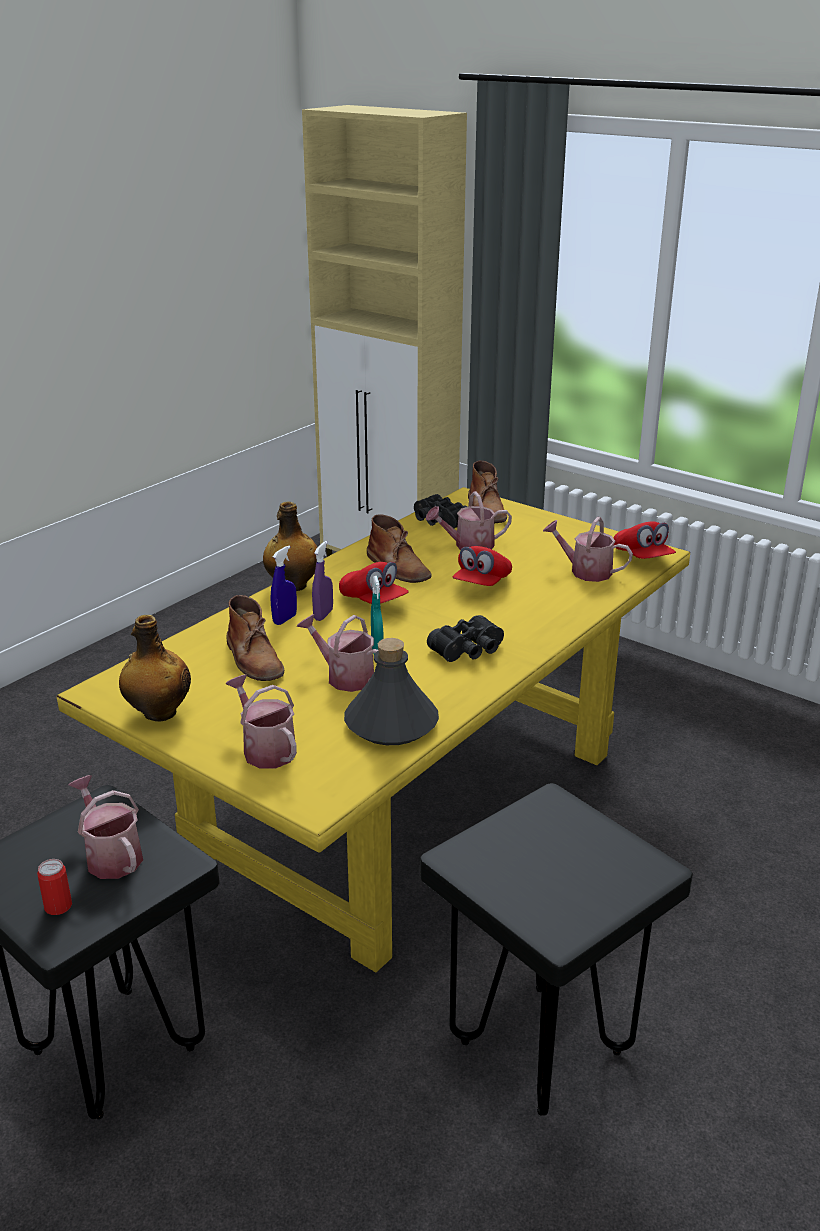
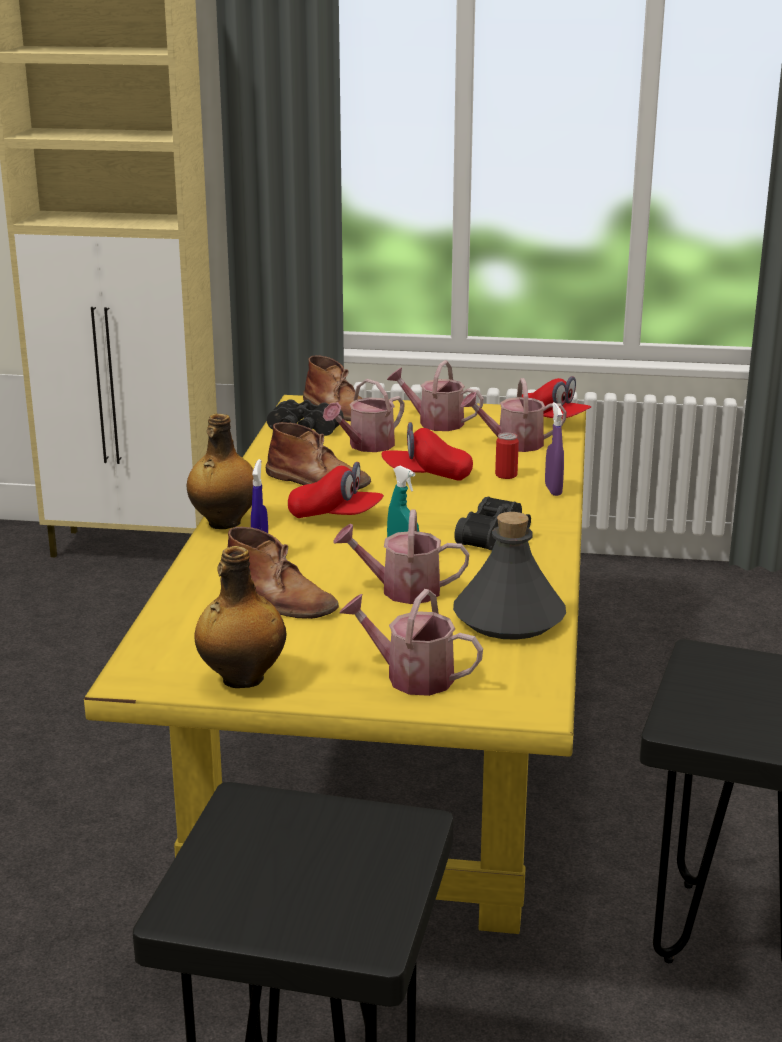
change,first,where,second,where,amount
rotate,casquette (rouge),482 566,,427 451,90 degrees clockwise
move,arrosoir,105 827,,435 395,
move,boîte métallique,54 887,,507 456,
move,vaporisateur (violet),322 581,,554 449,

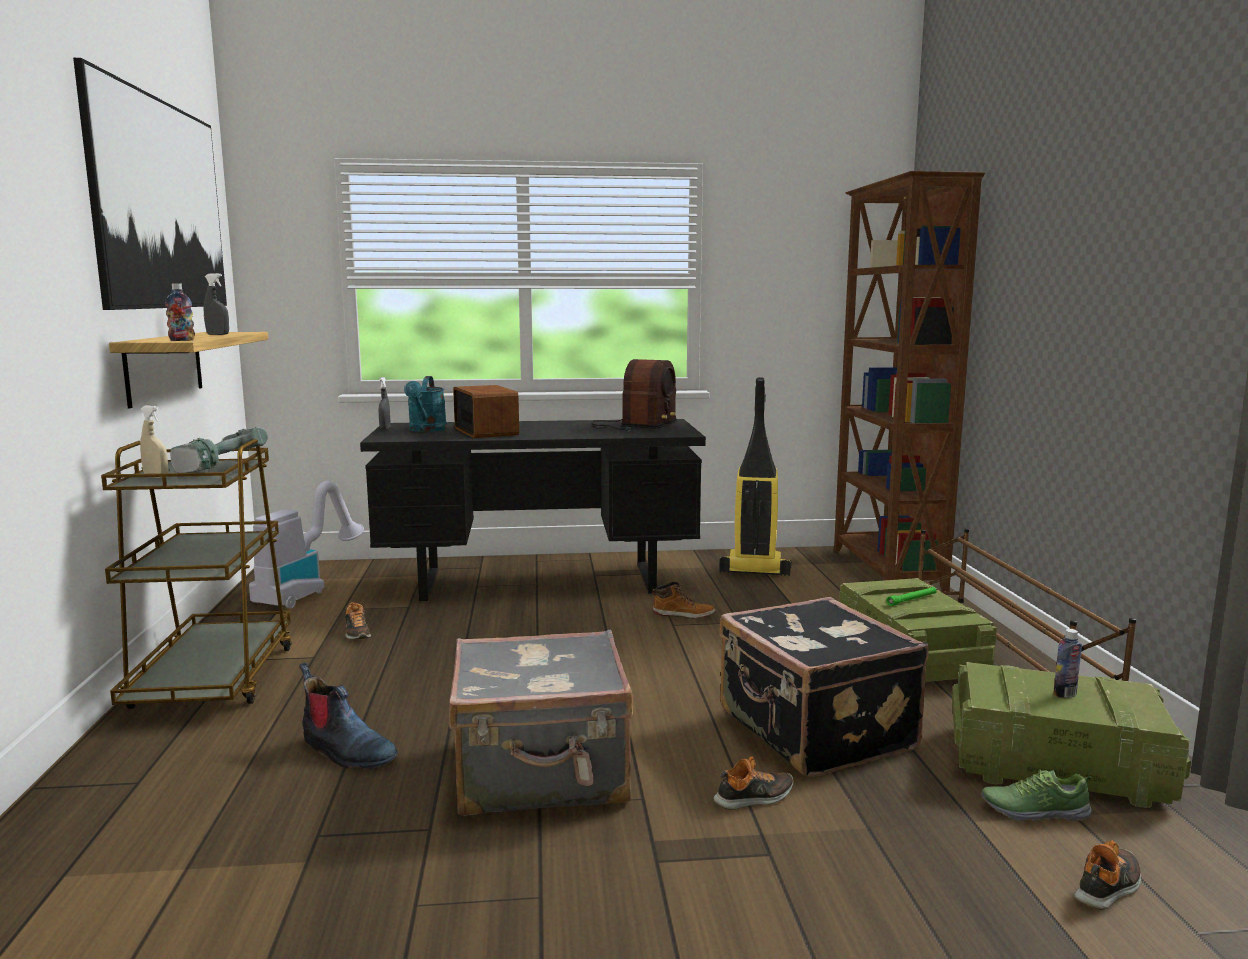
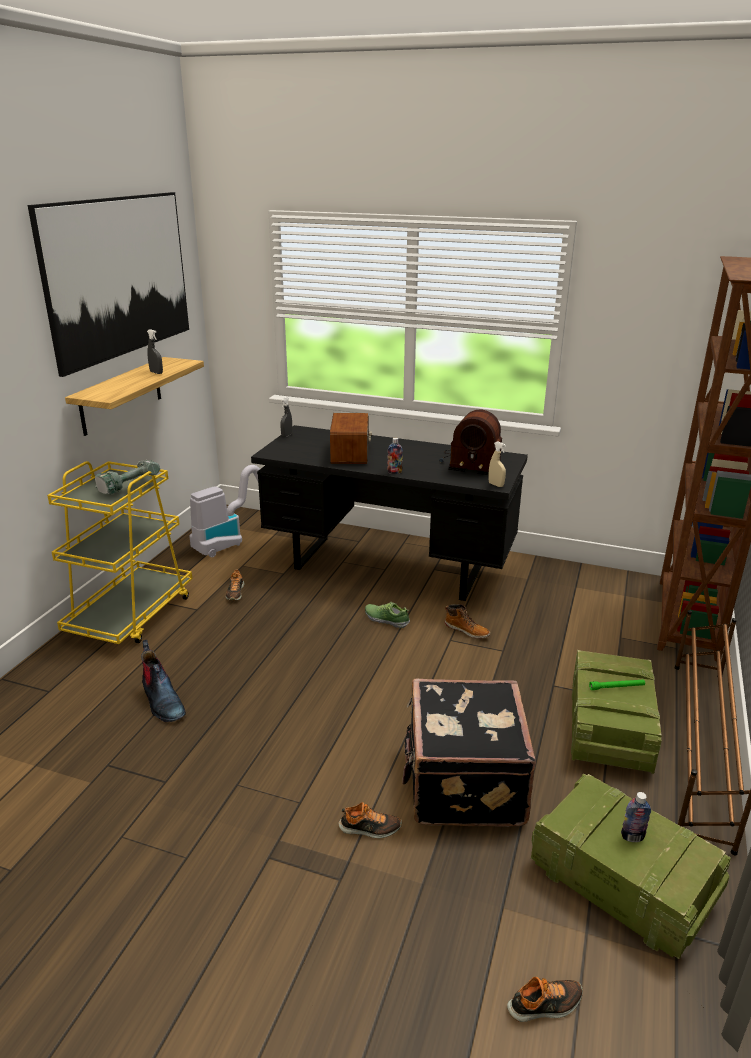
change,first,where,second,where,amount
recolor,chariot (marron),196 574,chariot (jaune),120 552,
move,chaussure,1037 795,,387 615,
move,bouteille,180 312,,395 456,
rotate,radio,634 395,,470 442,60 degrees clockwise
move,vaporisateur (beige),154 442,,497 464,
delete,arrosoir (turquoise),425 404,,,
delete,valise (gris),541 722,,,
delete,aspirateur,755 476,,,

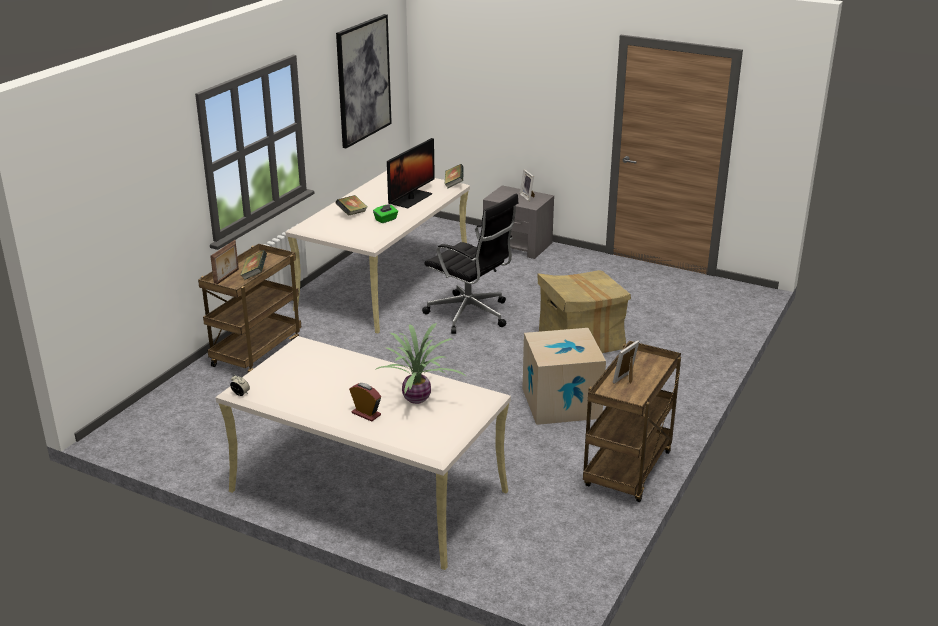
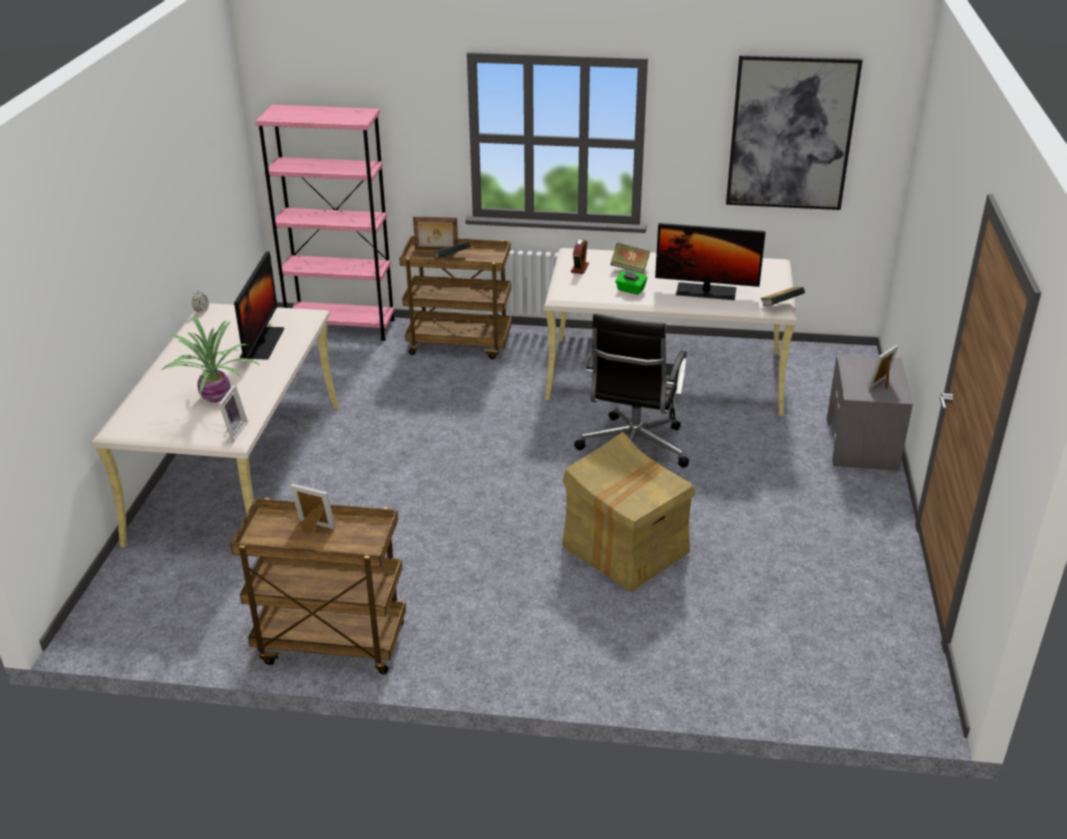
change,first,where,second,where,amount
insert,,,cadre photo,233 413,
insert,,,écran d'ordinateur,259 305,
insert,,,bibliothèque (rose),325 223,
move,réveil,365 402,,580 256,
delete,carton,564 376,,,

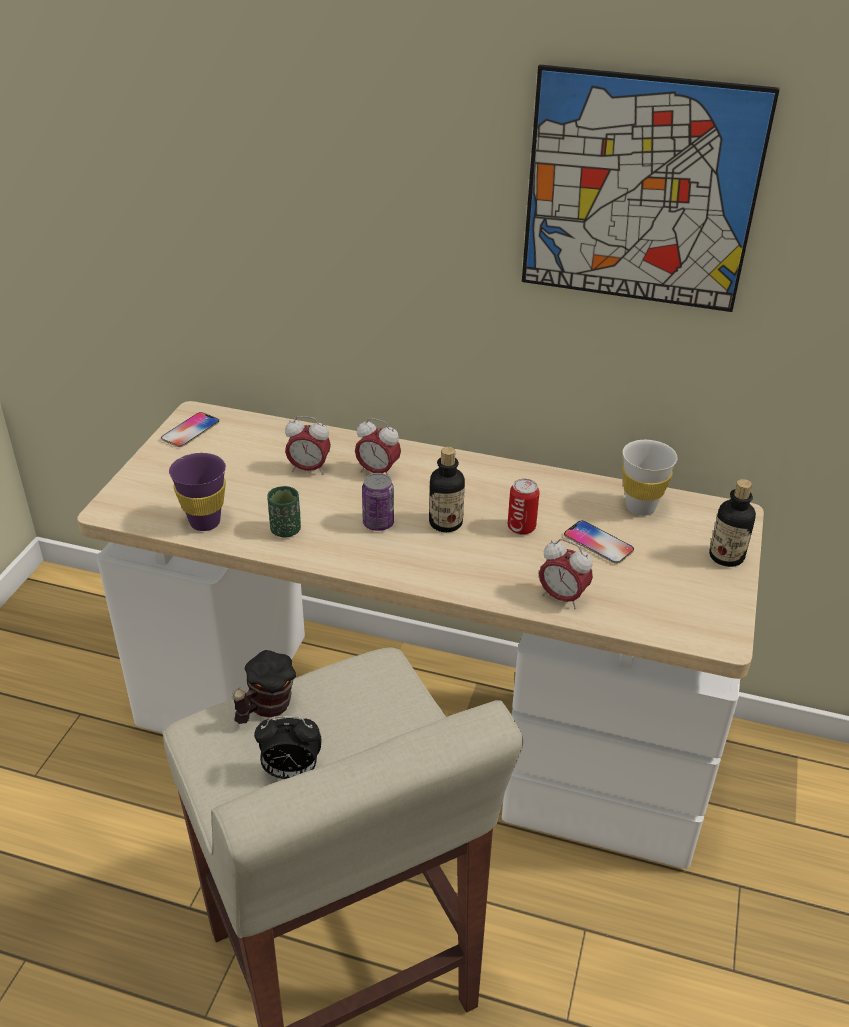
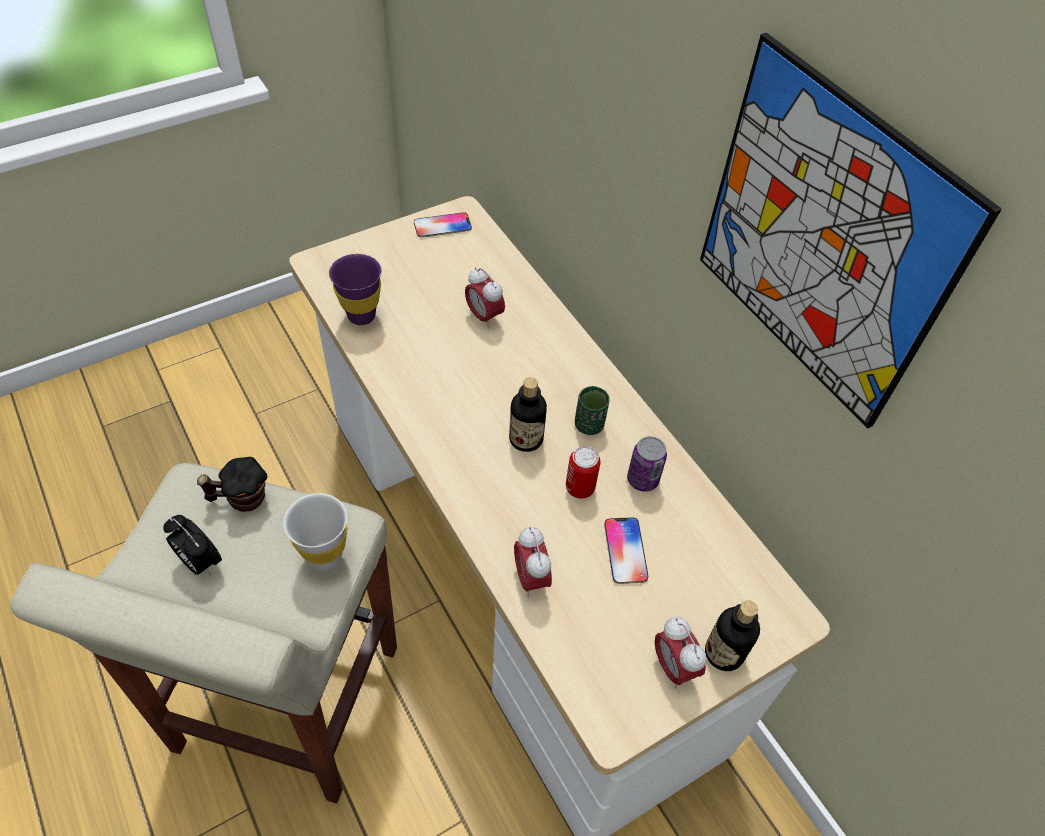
change,first,where,second,where,amount
move,tasse (blanc),650 478,,316 532,
move,tasse (vert),284 512,,592 410,
move,boîte métallique,378 502,,647 464,
move,réveil,378 446,,681 653,

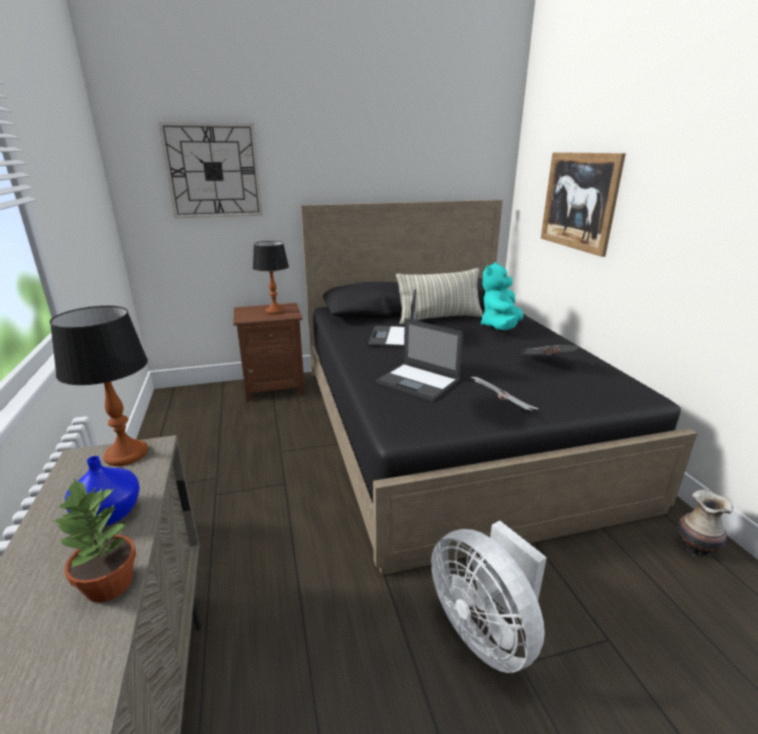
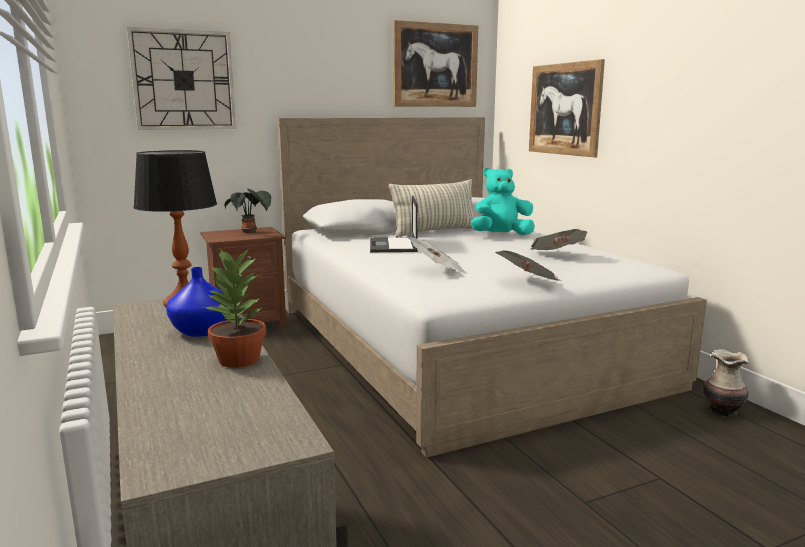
change,first,where,second,where,amount
replace,lampe de table,271 277,plante en pot,247 210,
recolor,lit (noir),499 387,lit (blanc),492 287,
insert,,,tableau,435 63,
replace,ordinateur portable,419 359,journal,436 255,
rotate,peluche (turquoise),502 296,,503 201,60 degrees clockwise
delete,ventilateur (blanc),489 596,,,

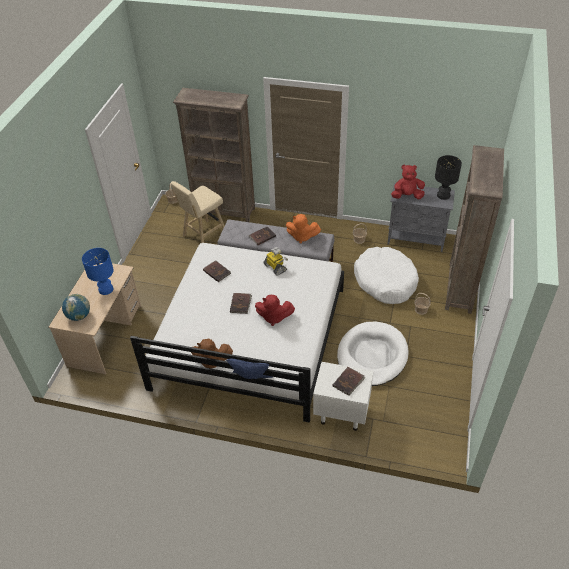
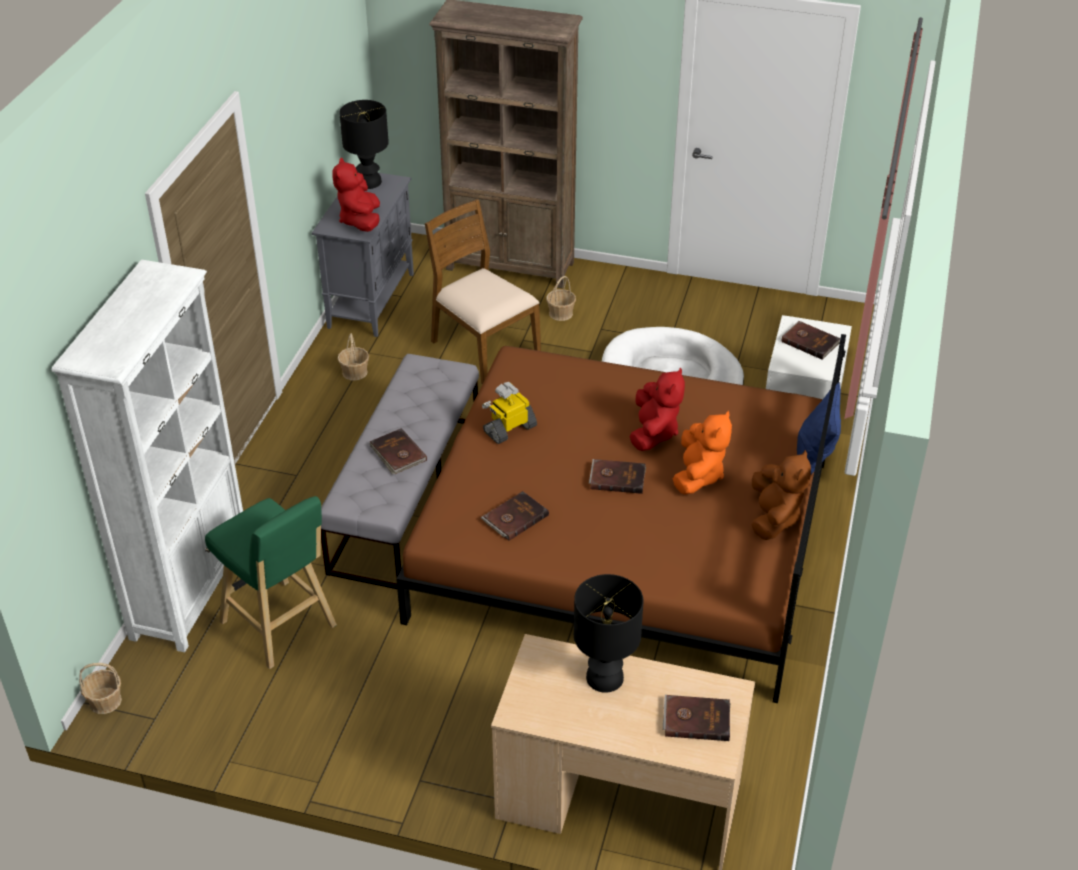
change,first,where,second,where,amount
recolor,bibliothèque (marron),214 155,bibliothèque (blanc),147 456,
recolor,tabouret (beige),198 212,tabouret (vert),271 582,
recolor,lit (blanc),237 333,lit (marron),621 518,
replace,panier pour chien (blanc),386 275,chaise (marron),483 291,
recolor,lampe de table (bleu),98 271,lampe de table (noir),608 633,
replace,globe,76 307,livre (marron),696 718,
move,peluche (orange),303 229,,702 453,

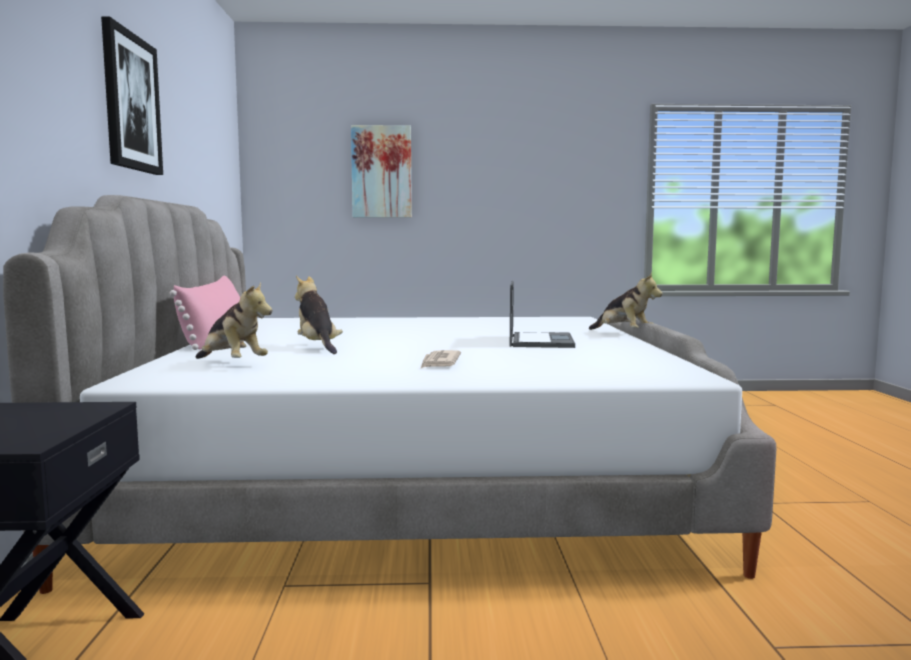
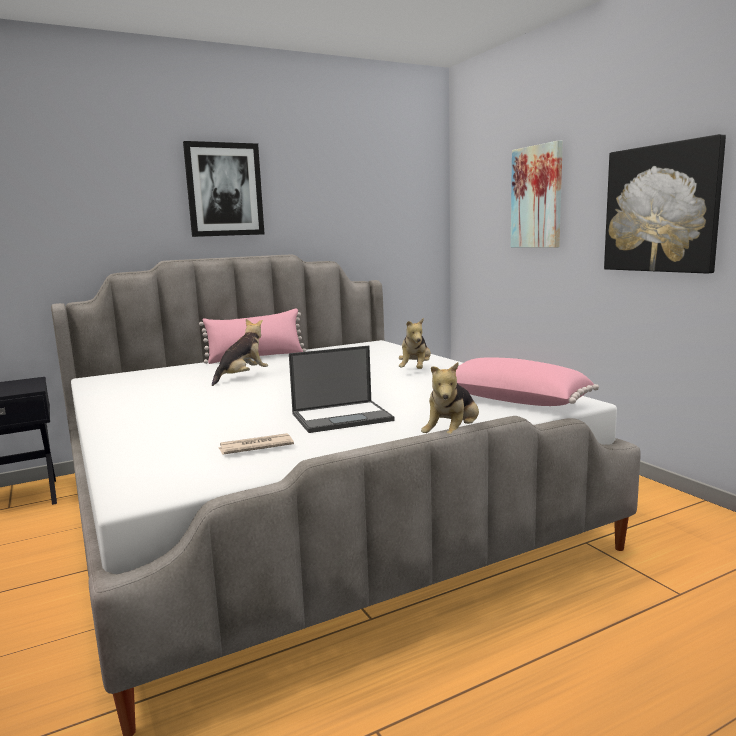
change,first,where,second,where,amount
move,journal,441 359,,256 443,
move,peluche,234 320,,415 343,
insert,,,coussin (rose),527 381,
insert,,,tableau,665 204,

